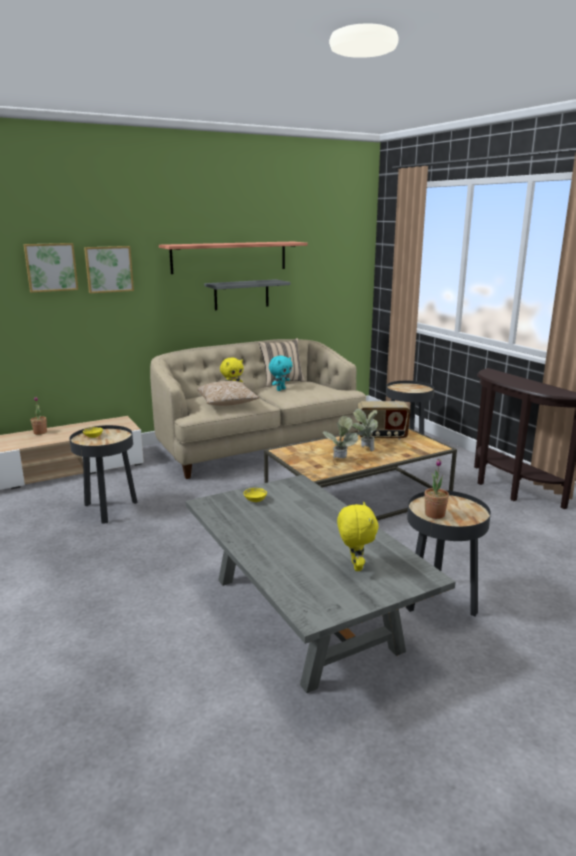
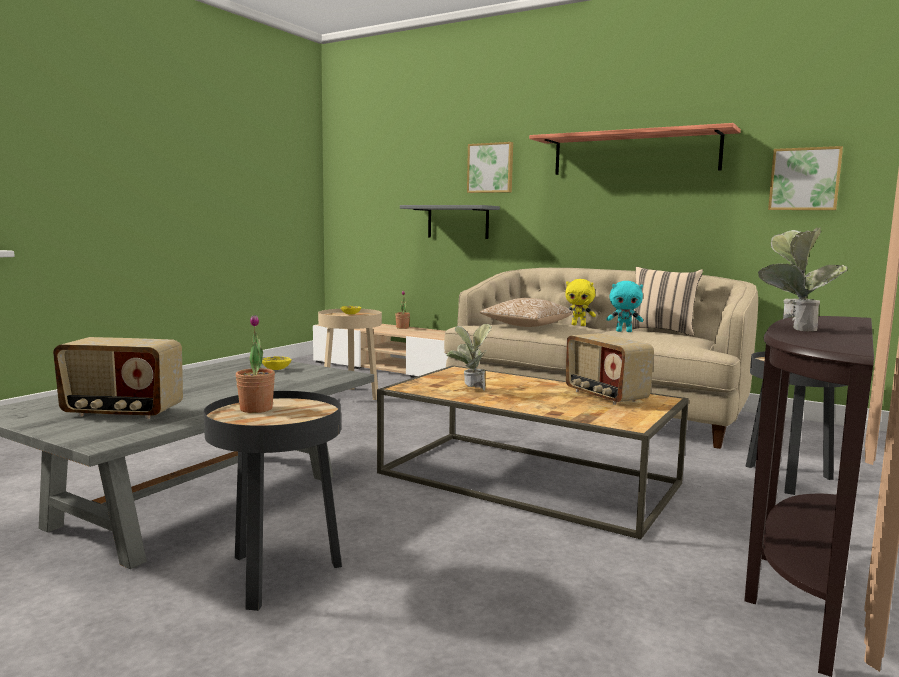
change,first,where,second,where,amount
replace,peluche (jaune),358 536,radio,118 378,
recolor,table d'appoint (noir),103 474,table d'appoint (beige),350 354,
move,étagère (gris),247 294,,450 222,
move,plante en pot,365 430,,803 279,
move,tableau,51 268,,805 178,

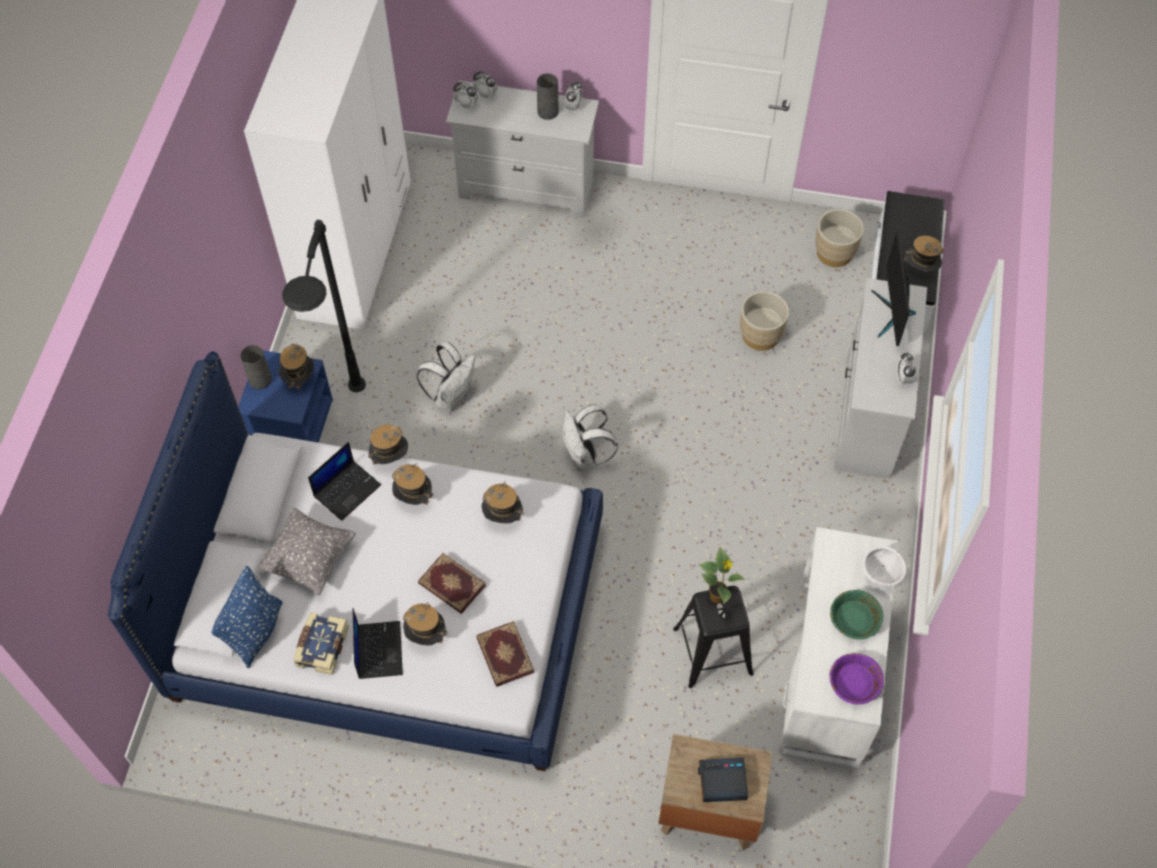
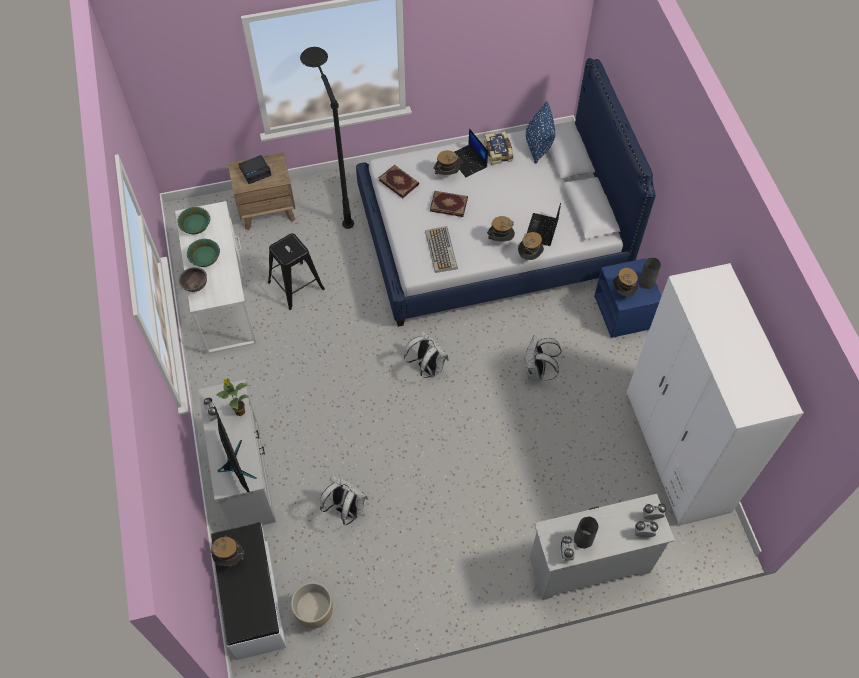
change,first,where,second,where,amount
recolor,bol (violet),856 678,bol (vert),193 220,
recolor,bol (blanc),884 566,bol (marron),193 279,
move,plante en pot,722 575,,232 397,
move,lampadaire (noir),324 306,,327 138,
replace,cache-pot (beige),764 321,sac à dos (blanc),344 500,
replace,chapeau,502 502,clavier,441 249,
delete,coussin (gris),306 551,,,

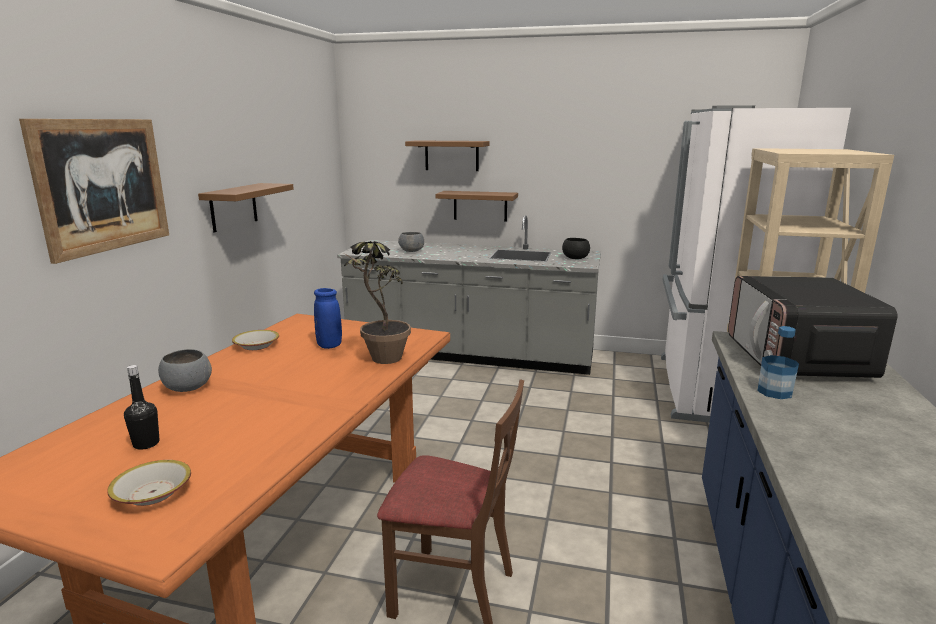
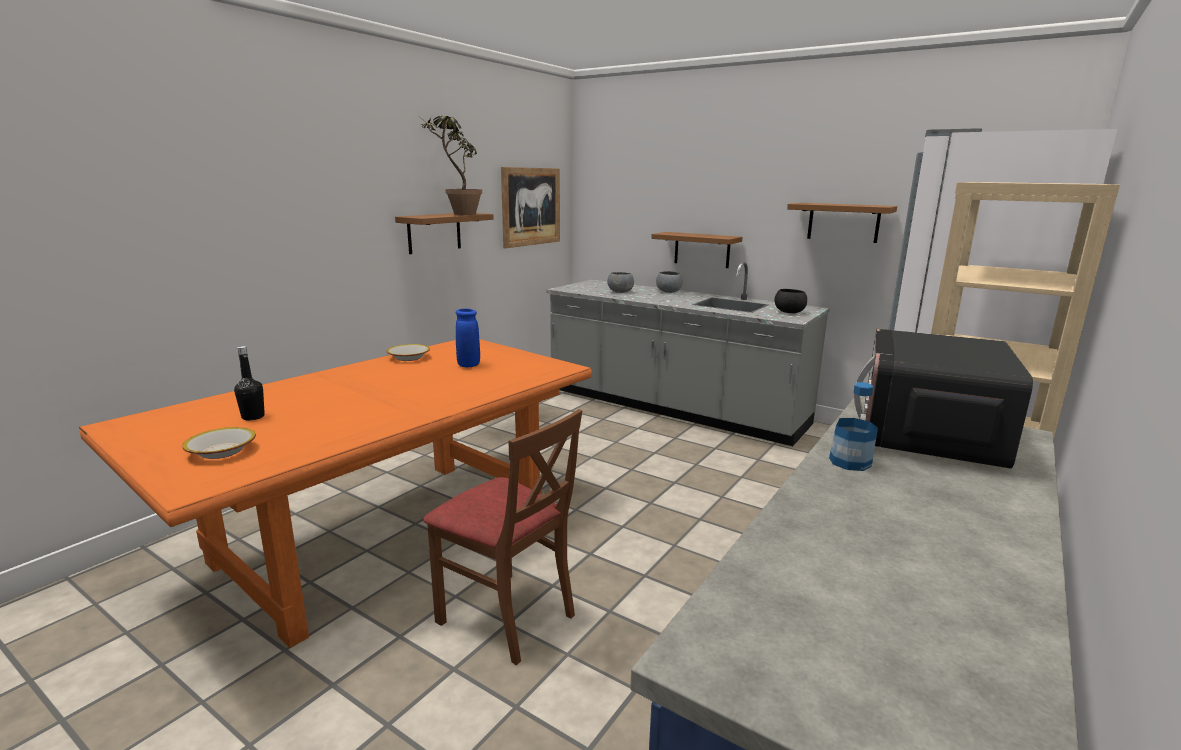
change,first,where,second,where,amount
move,plante en pot,377 302,,449 165,
move,tableau,94 191,,530 207,
move,bol (gris),185 370,,669 282,
move,étagère (marron),447 155,,842 223,

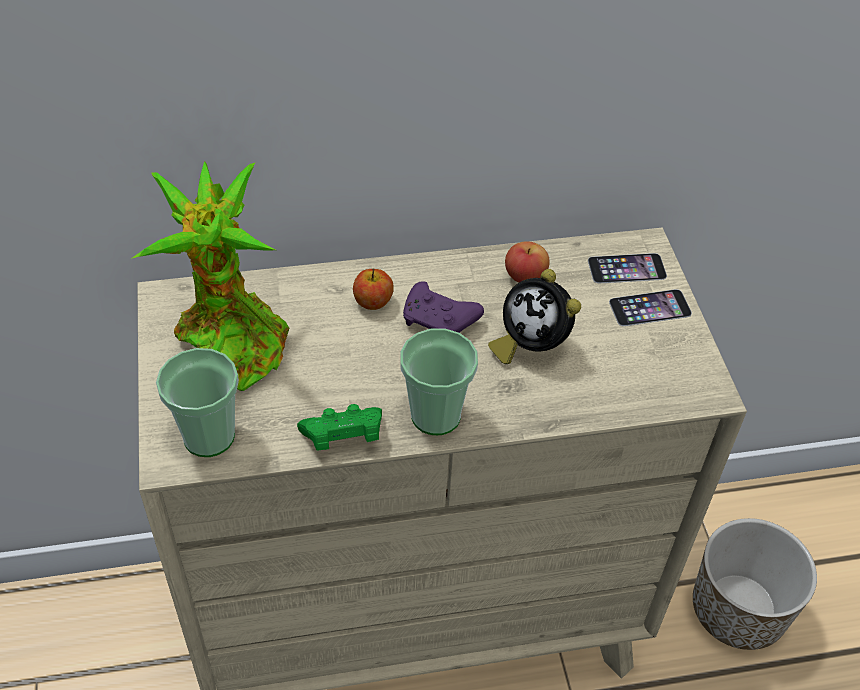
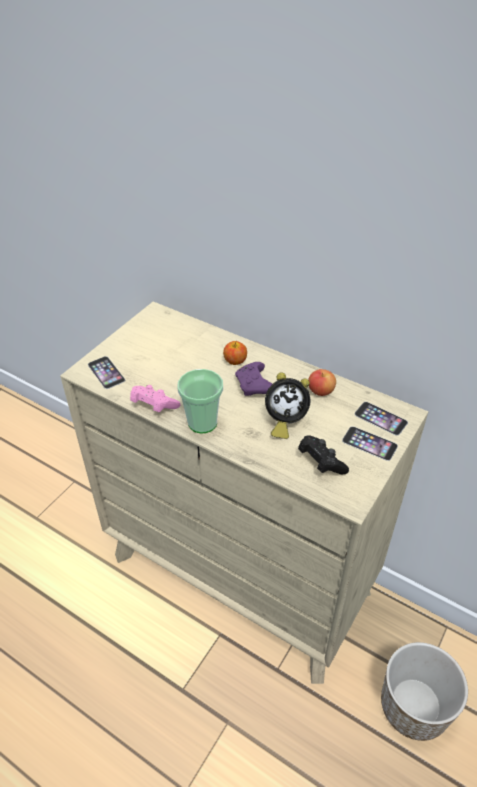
change,first,where,second,where,amount
replace,tasse,197 402,téléphone,106 372,
recolor,manette (vert),339 427,manette (rose),155 398,
rotate,réveil,534 316,,287 405,90 degrees counterclockwise
insert,,,manette (noir),323 454,
delete,plante en pot,210 276,,,

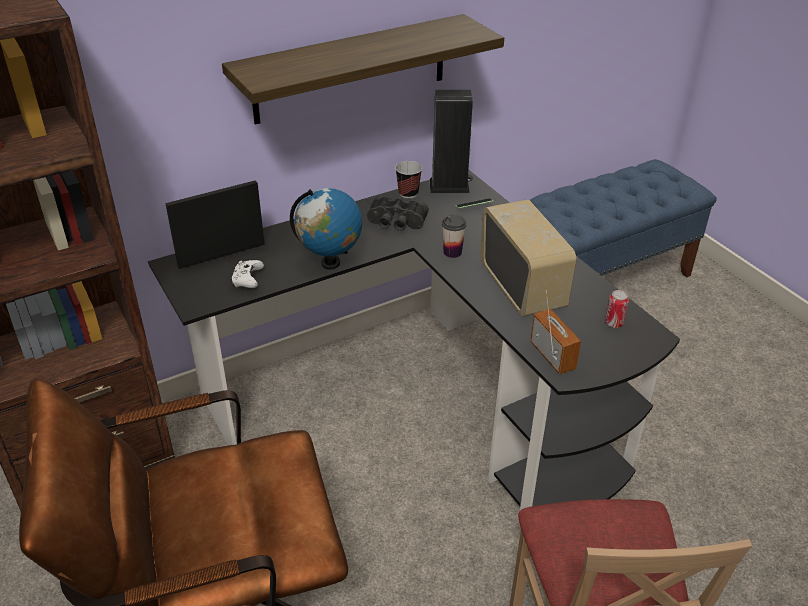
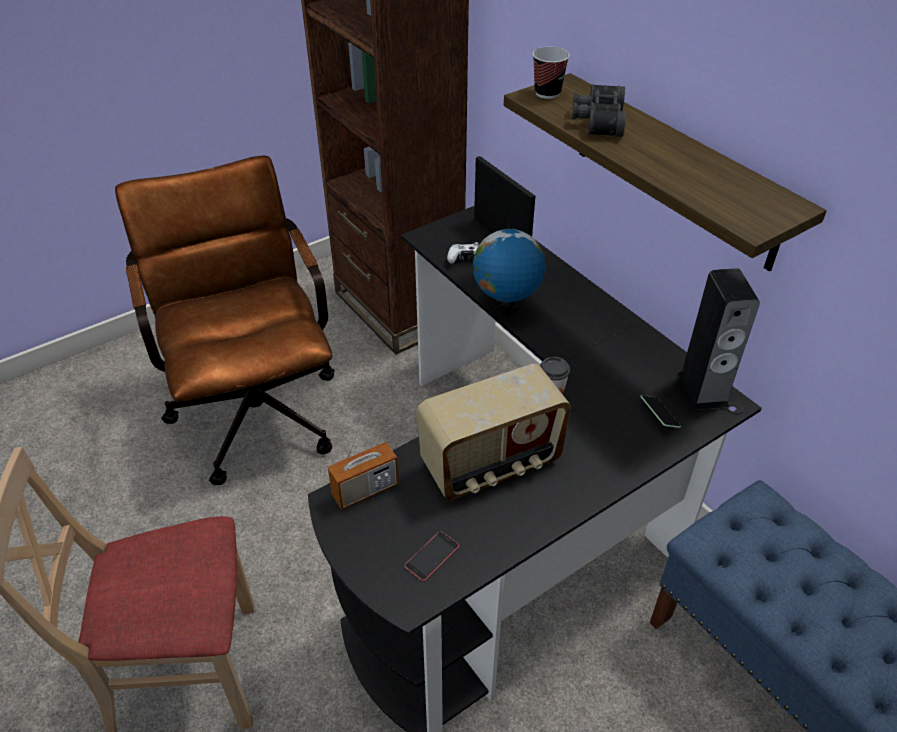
change,first,where,second,where,amount
replace,boîte métallique,617 309,téléphone,432 556,
move,tasse,408 179,,551 73,
move,jumelles (noir),398 213,,599 110,

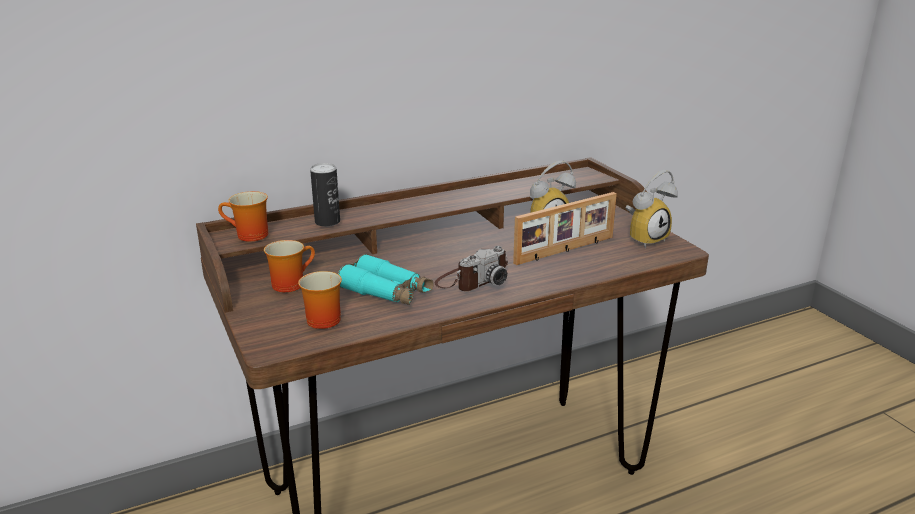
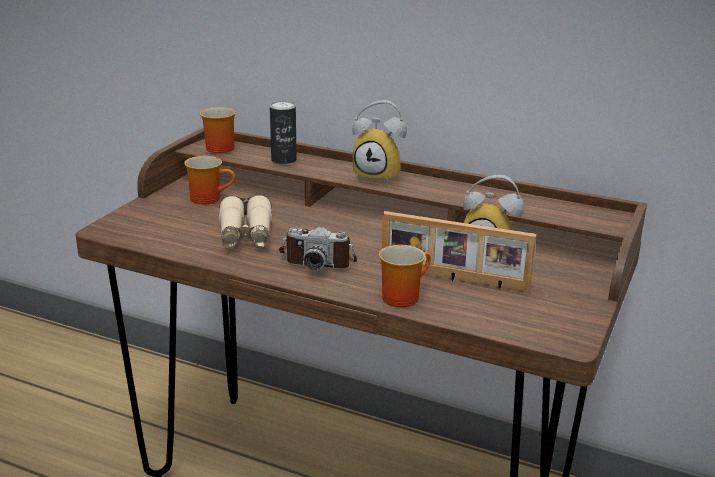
change,first,where,second,where,amount
recolor,jumelles (turquoise),386 279,jumelles (beige),245 222,
move,réveil,651 209,,379 142,
move,mug,320 300,,405 276,

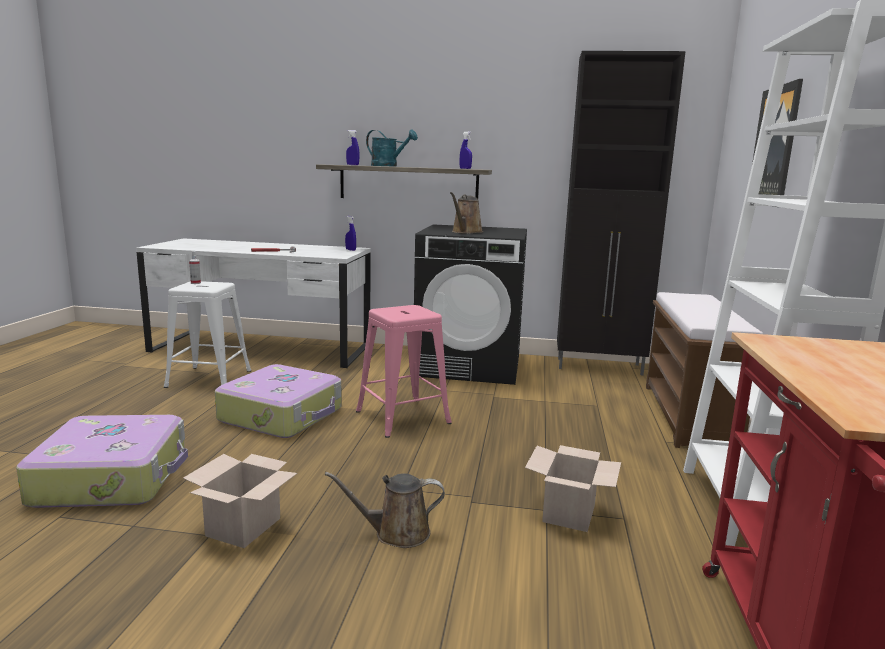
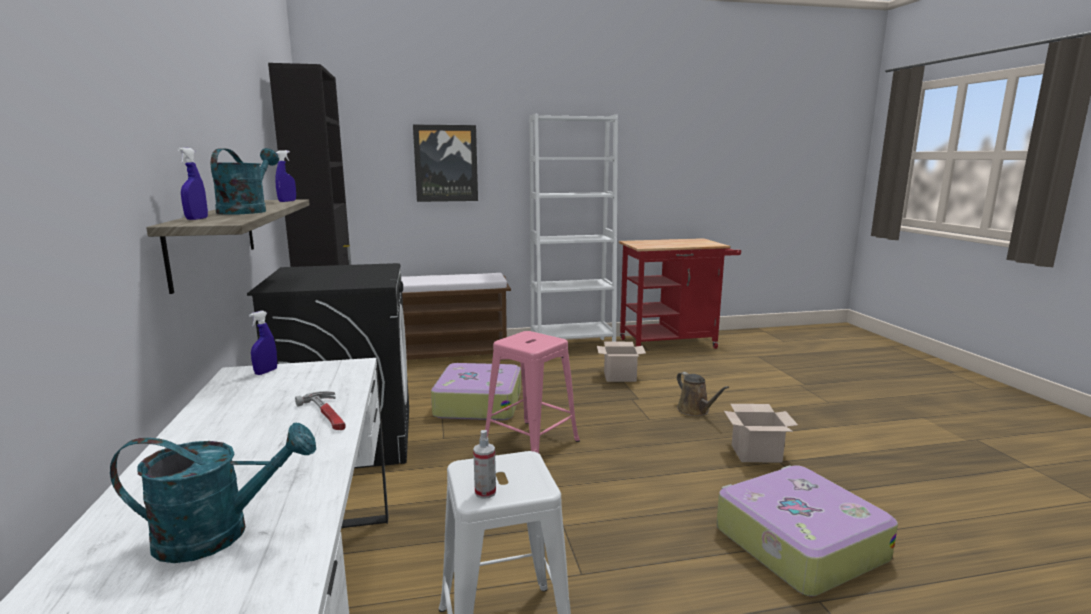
change,first,where,second,where,amount
insert,,,arrosoir (turquoise),213 493,
move,valise,278 401,,476 391,
delete,arrosoir (marron),466 213,,,

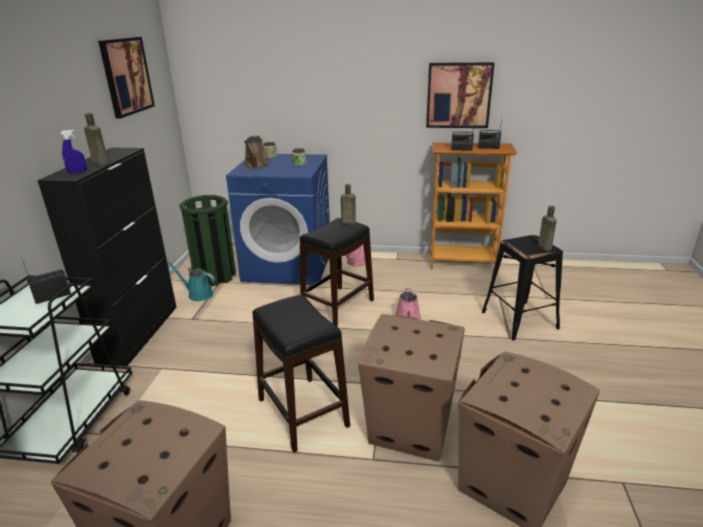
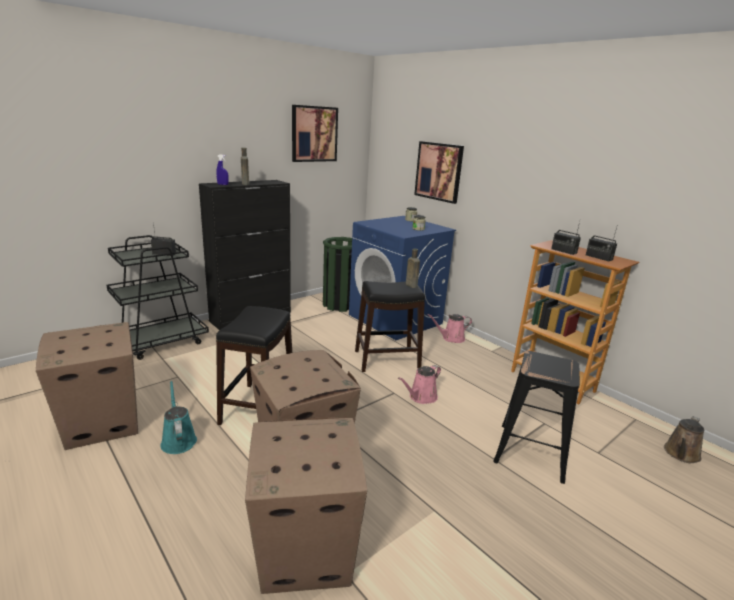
change,first,where,second,where,amount
move,arrosoir (turquoise),191 281,,178 417,
move,tableau,460 95,,439 172,
move,arrosoir (marron),256 151,,684 439,
delete,bouteille (marron),547 228,,,

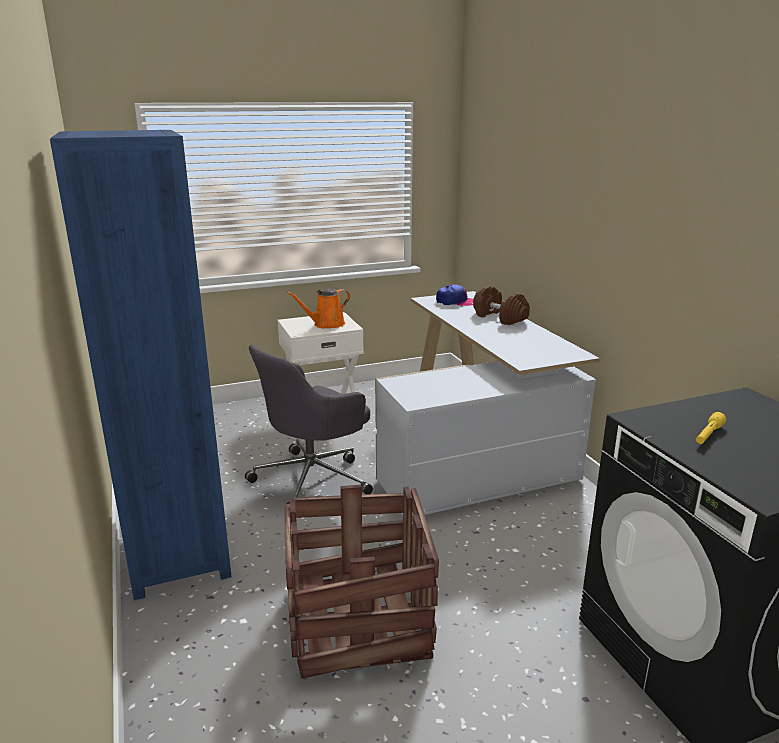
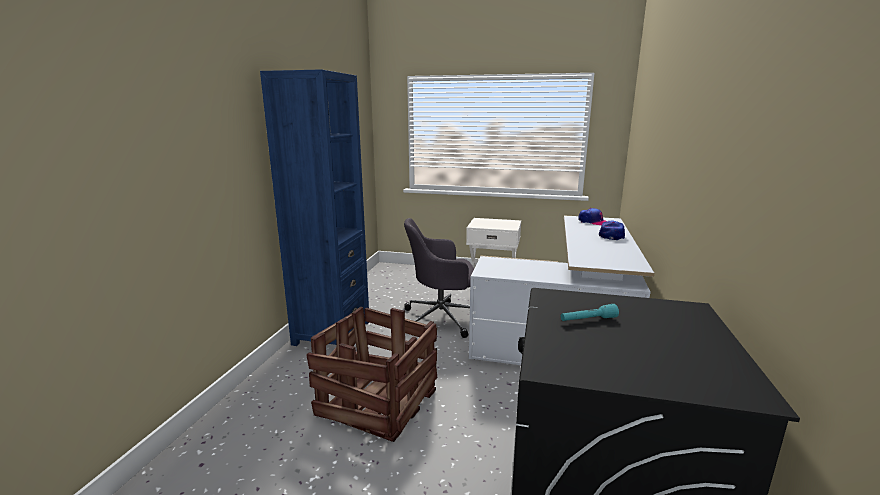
change,first,where,second,where,amount
recolor,lampe de poche (jaune),711 428,lampe de poche (turquoise),590 312,
replace,haltère (marron),501 305,casquette,612 230,
delete,arrosoir (orange),318 308,,,

